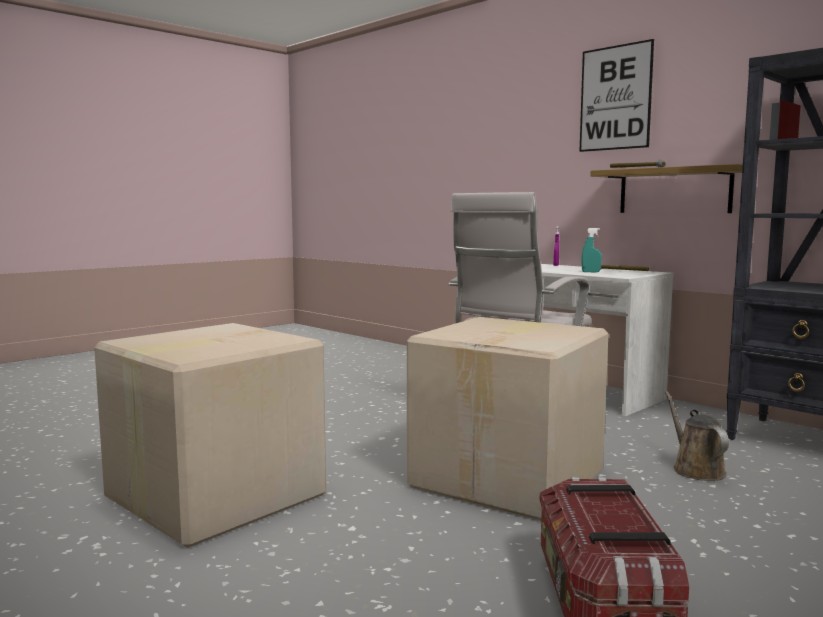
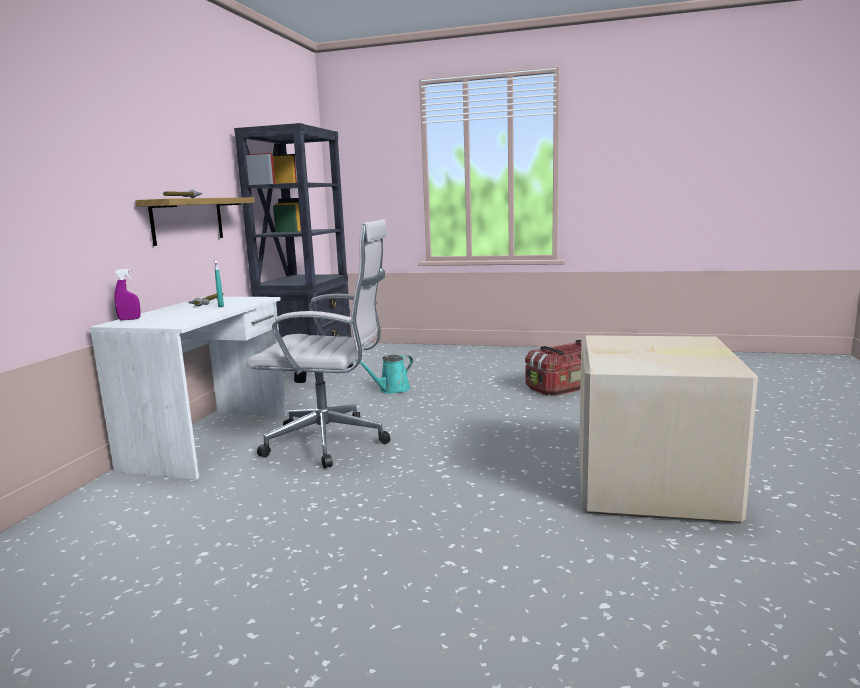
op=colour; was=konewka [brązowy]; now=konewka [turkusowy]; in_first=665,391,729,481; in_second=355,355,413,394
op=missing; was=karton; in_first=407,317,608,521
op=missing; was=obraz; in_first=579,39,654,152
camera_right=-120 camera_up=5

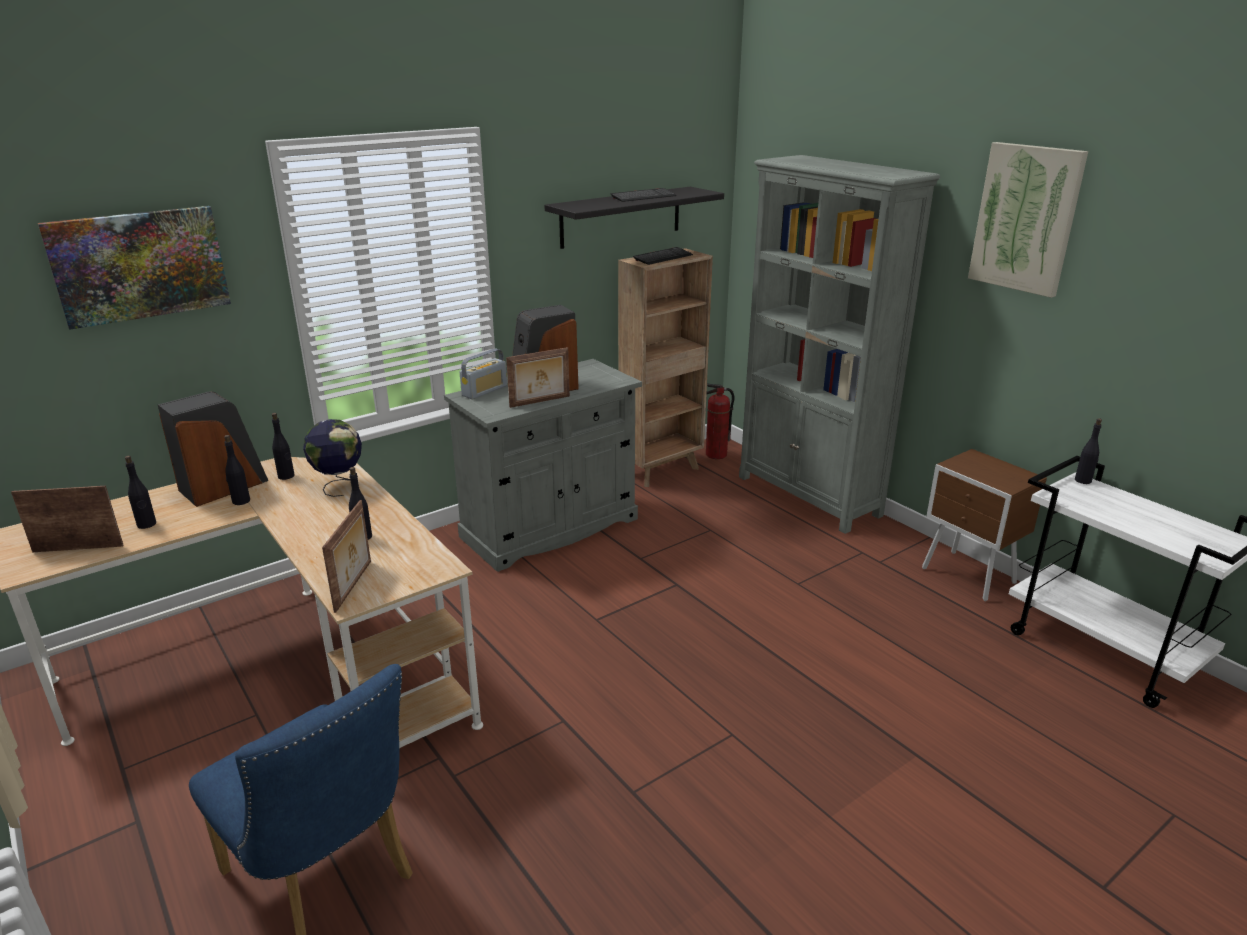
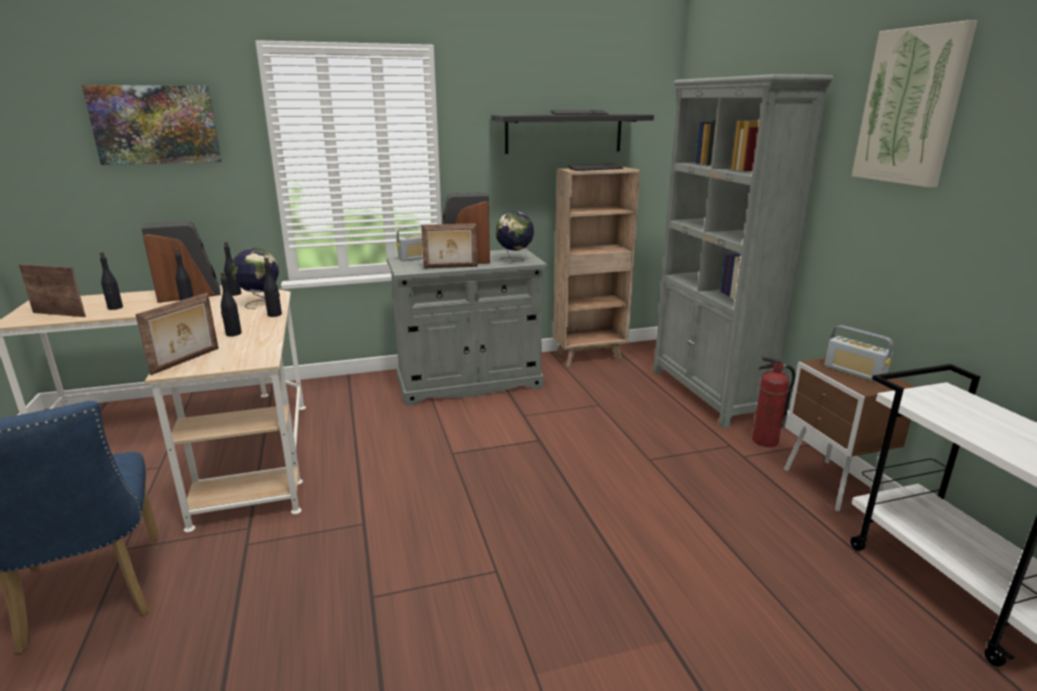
op=relocated; was=butelka [czarny]; in_first=1075,418,1102,484; in_second=264,257,282,317
op=appeared; now=globus; in_second=496,212,534,262
op=relocated; was=gaśnica; in_first=706,384,734,459; in_second=752,357,796,447
op=appeared; now=radio; in_second=825,325,893,383
camera_right=20 camera_up=-5

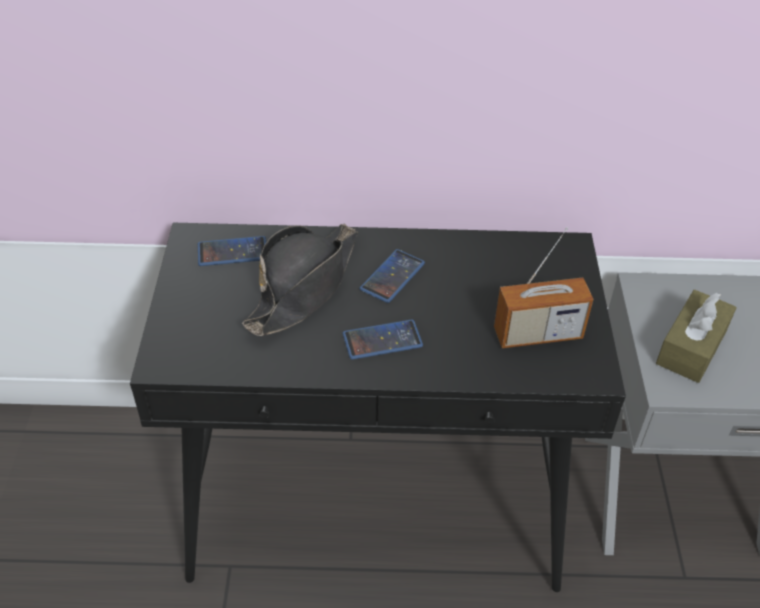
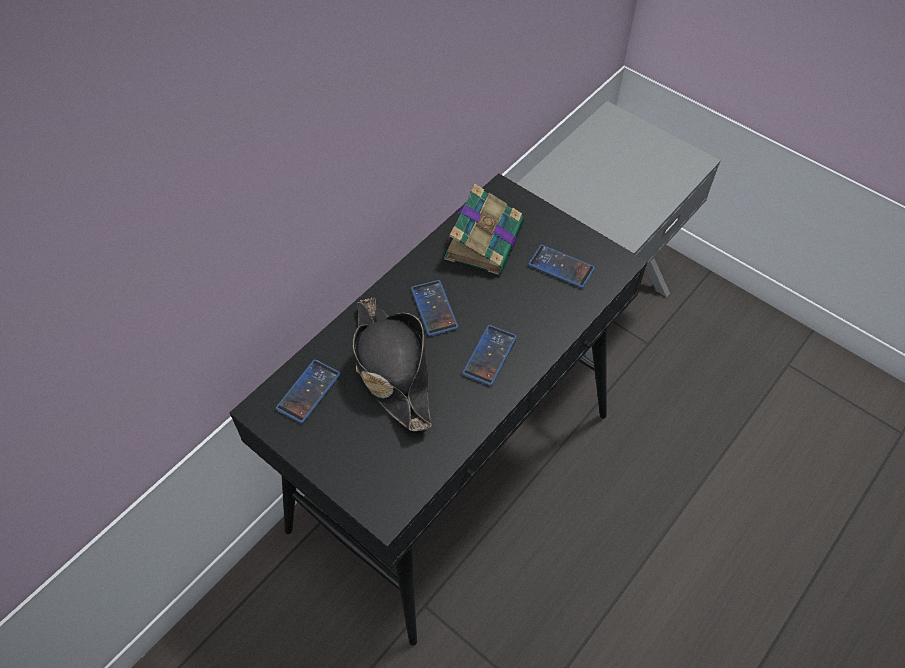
op=appeared; now=książka; in_second=444,184,524,274
op=exchanged; was=radio; now=telefon; in_first=494,227,593,348; in_second=528,245,595,288
op=missing; was=pudełko chusteczek [brązowy]; in_first=656,290,737,383
camera_right=-50 camera_up=10

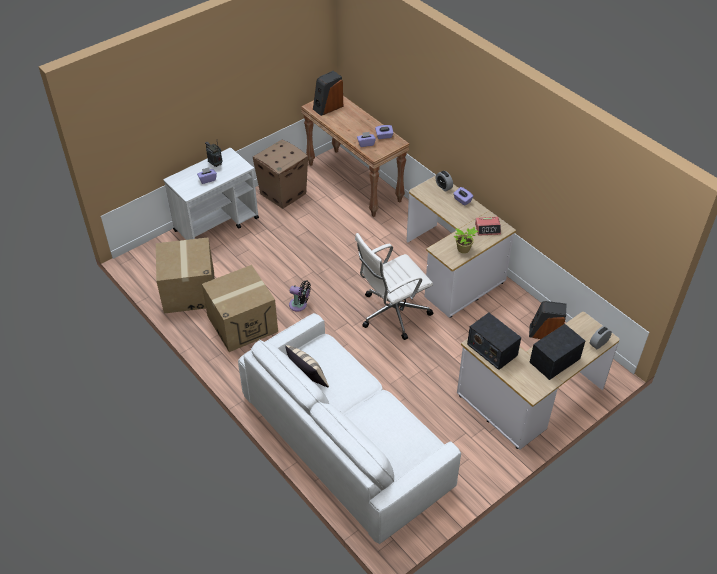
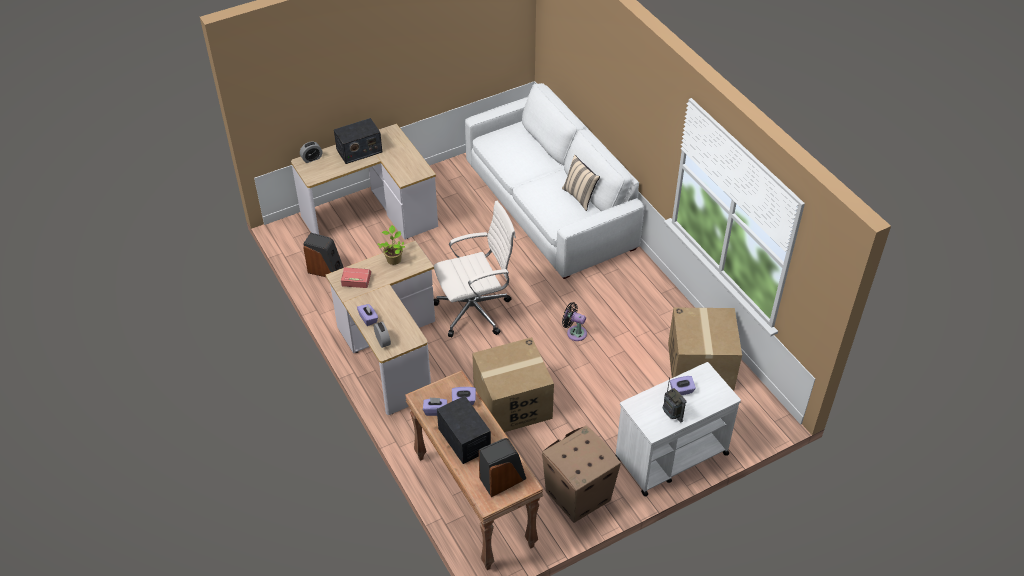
op=relocated; was=radio; in_first=467,313,521,370; in_second=437,396,491,464
op=relocated; was=karton; in_first=202,265,278,352; in_second=472,337,554,432
camera_right=-170 camera_up=0

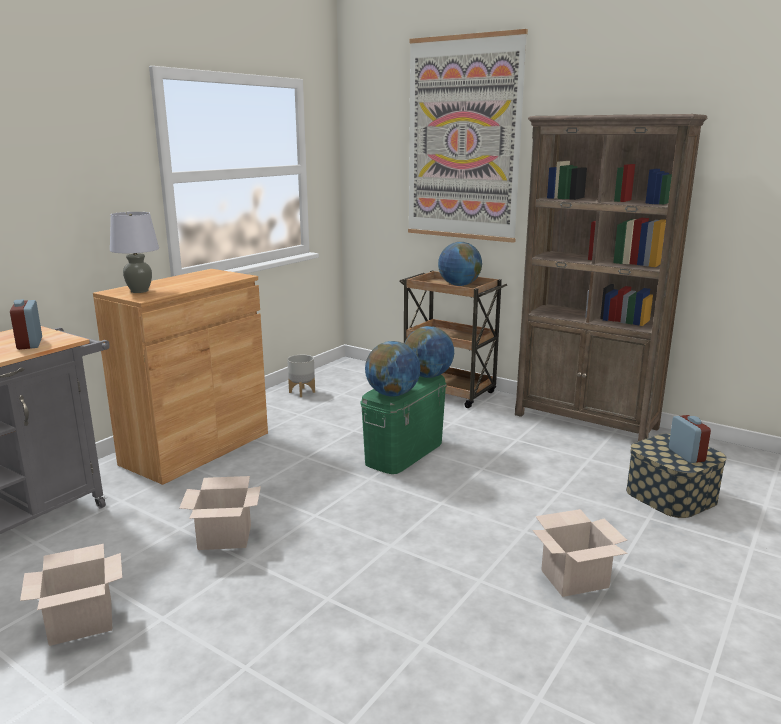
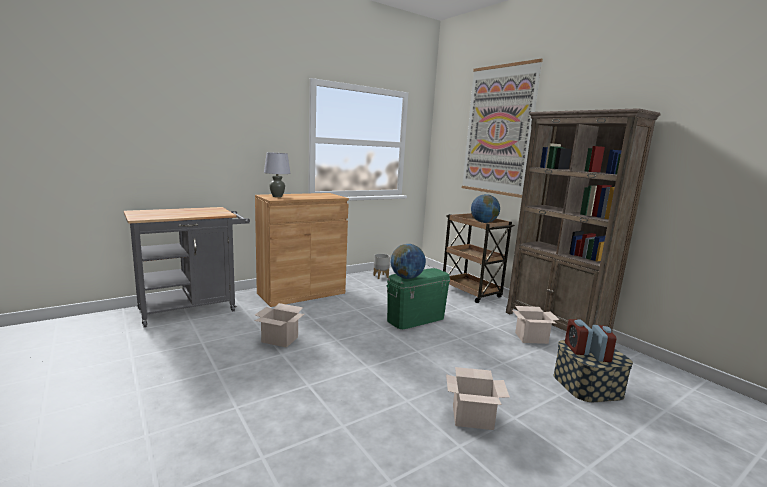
op=relocated; was=karton; in_first=20,544,122,646; in_second=512,306,559,344
op=relocated; was=budzik; in_first=10,299,42,350; in_second=565,319,593,355
op=missing; was=globus; in_first=404,326,454,378
camera_right=20 camera_up=-5

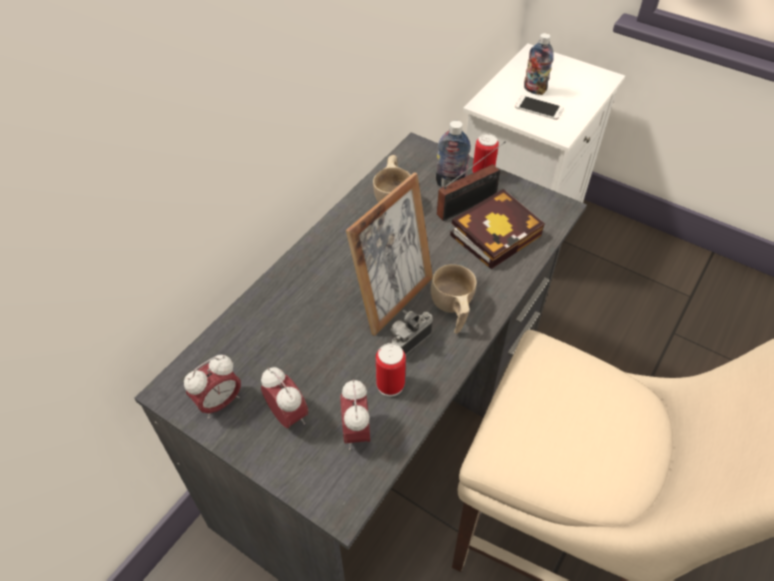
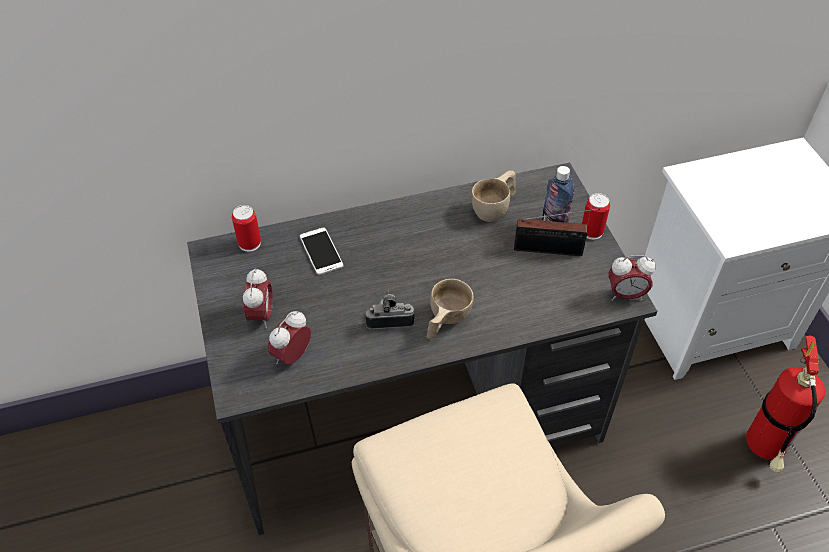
op=relocated; was=puszka; in_first=376,343,406,397; in_second=232,205,261,252
op=relocated; was=telefon; in_first=515,95,564,120; in_second=300,227,343,275
op=relocated; was=budzik; in_first=184,355,241,419; in_second=608,255,656,301
op=appeared; now=gaśnica; in_second=746,335,825,472
op=missing; was=ramka na zdjęcie; in_first=346,172,433,336
op=missing; was=książka; in_first=450,189,545,269
op=missing; was=butelka; in_first=524,33,554,95
camera_right=40 camera_up=0

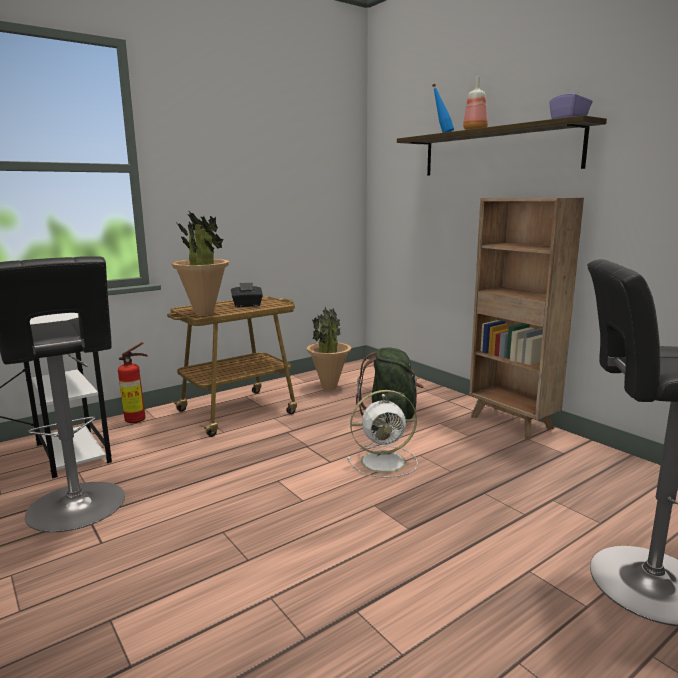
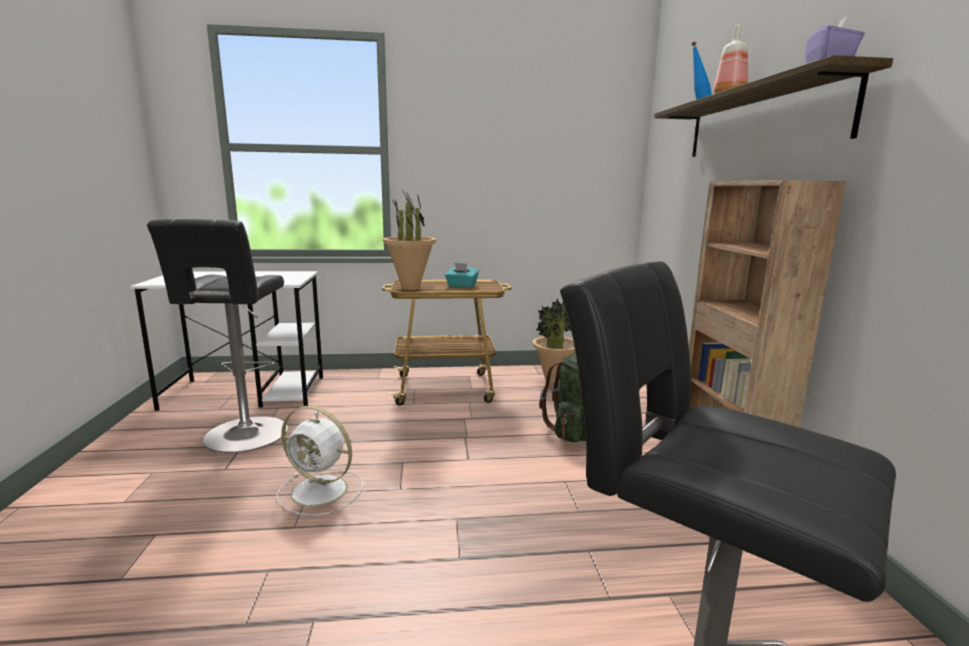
op=relocated; was=wentylator [biały]; in_first=347,390,418,478; in_second=277,406,363,516
op=colour; was=pudełko chusteczek [czarny]; now=pudełko chusteczek [turkusowy]; in_first=231,282,263,307; in_second=445,263,479,288
op=missing; was=gaśnica; in_first=118,342,148,423
camera_right=30 camera_up=0

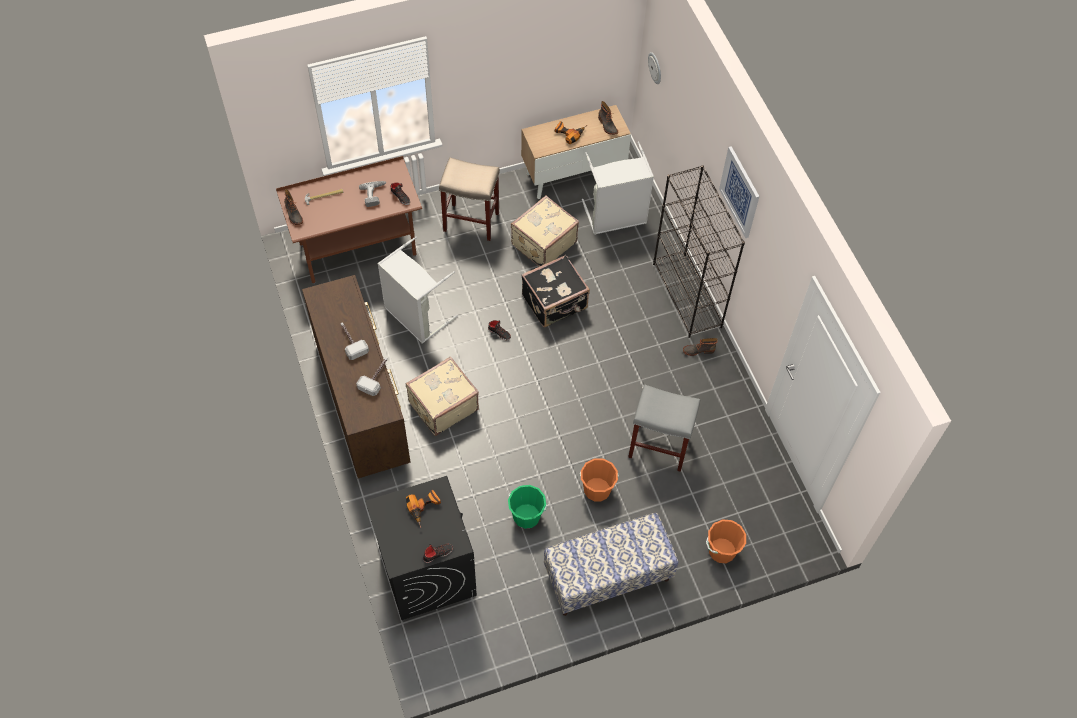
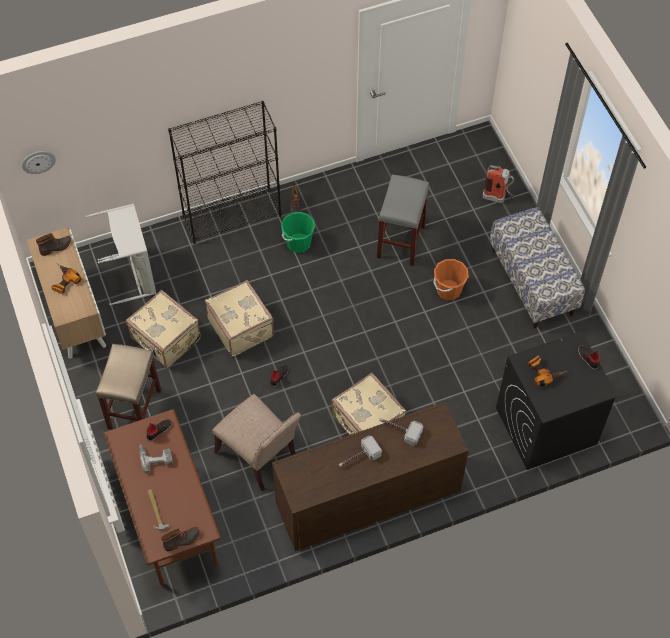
op=colour; was=walizka [czarny]; now=walizka [beżowy]; in_first=522,255,590,328; in_second=205,280,274,357
op=exchanged; was=kosz na pranie [szary]; now=krzesło [beżowy]; in_first=378,237,458,344; in_second=212,394,301,491
op=relocated; was=wiadro [zielony]; in_first=508,485,547,529; in_second=281,212,315,253
op=exchanged; was=wiadro [pomarańczowy]; now=gaśnica; in_first=706,519,746,563; in_second=482,165,514,203
op=missing; was=obraz; in_first=719,146,760,238
camera_right=-90 camera_up=0

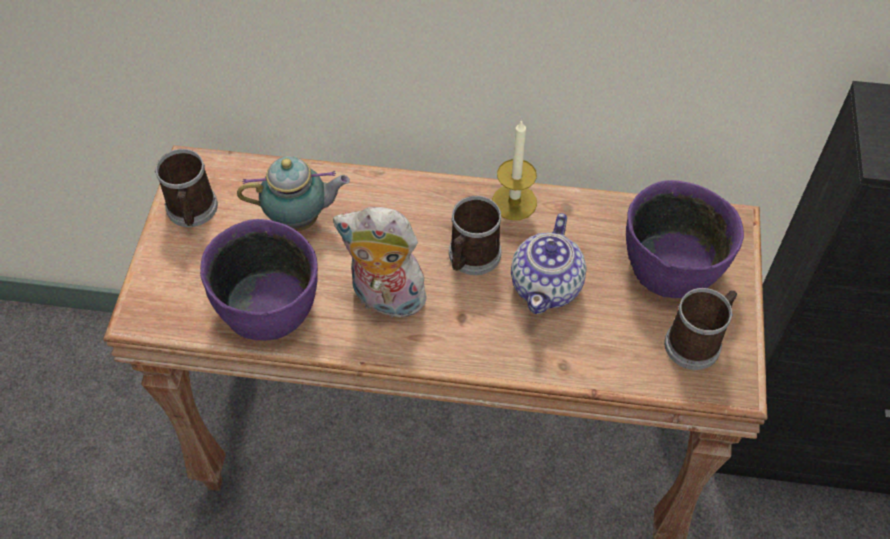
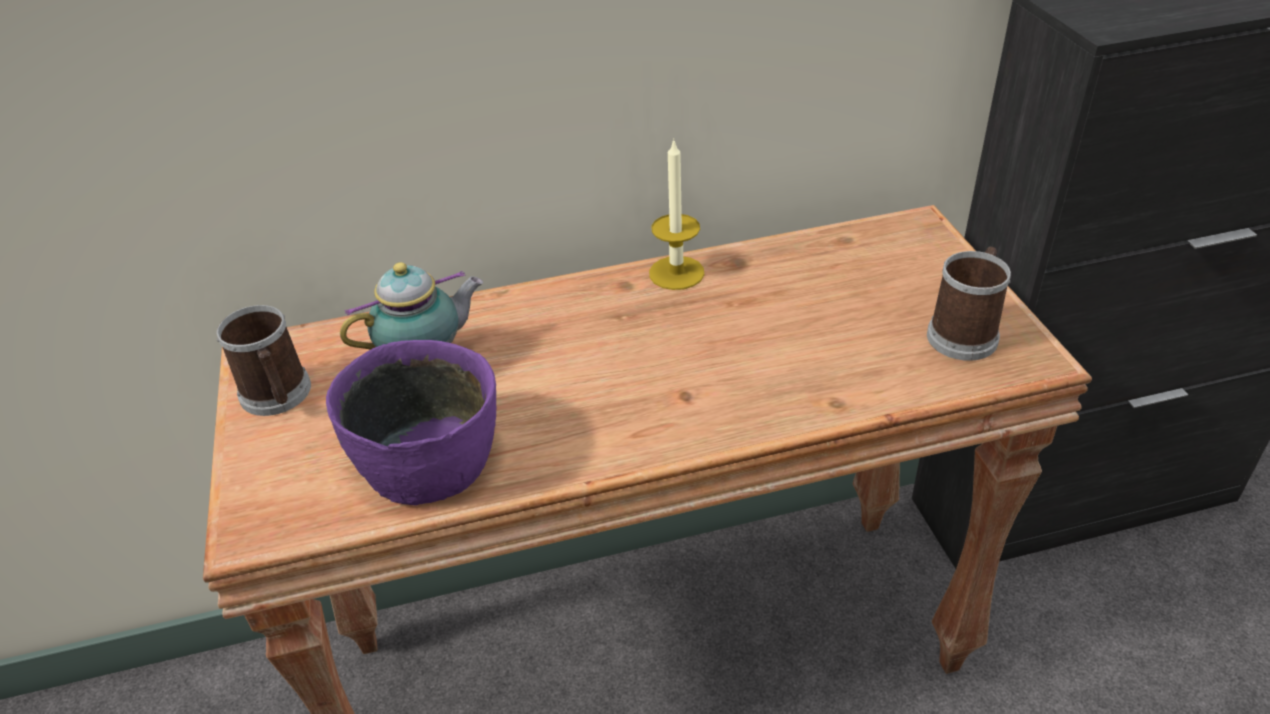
op=missing; was=pluszak; in_first=333,207,434,318
op=missing; was=kubek; in_first=449,196,502,275
op=missing; was=imbryk; in_first=511,213,587,314
op=missing; was=miska [fioletowy]; in_first=626,180,744,298
camera_right=-20 camera_up=-15

